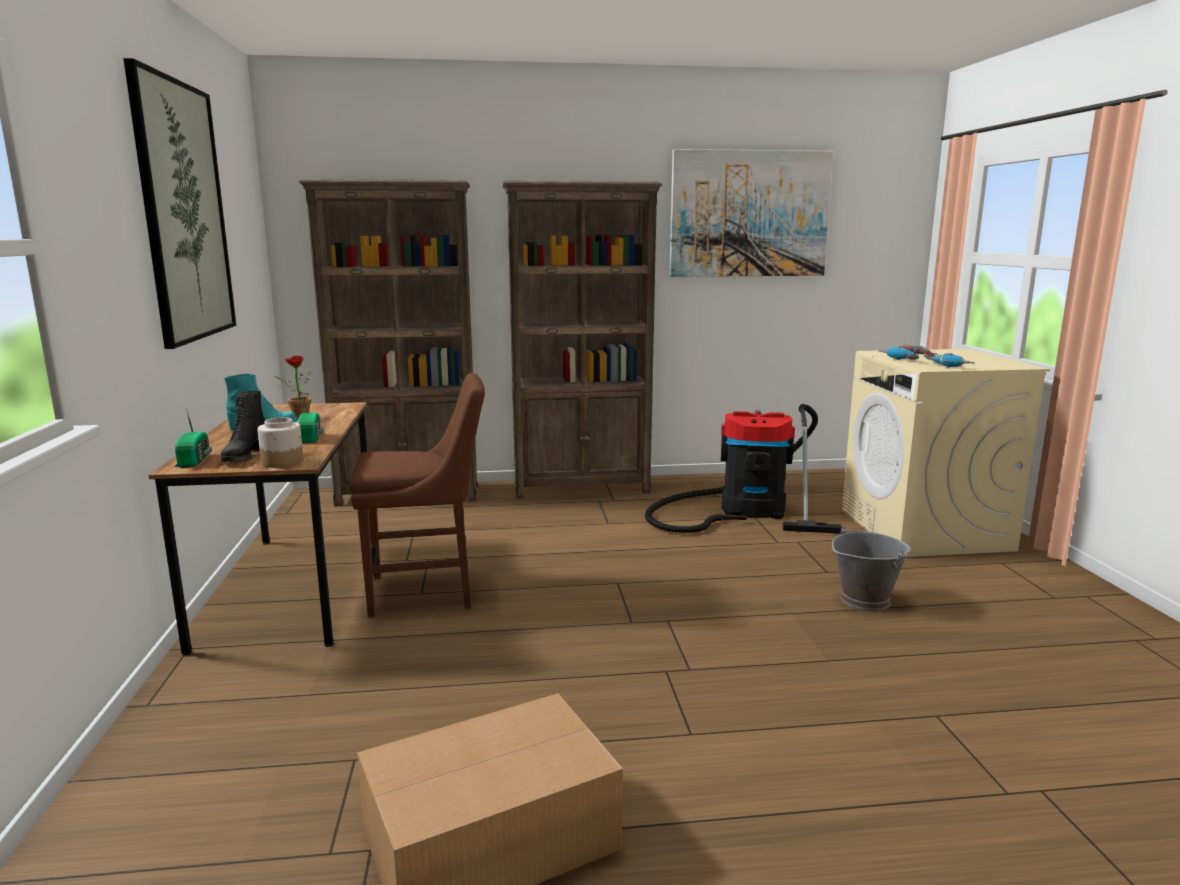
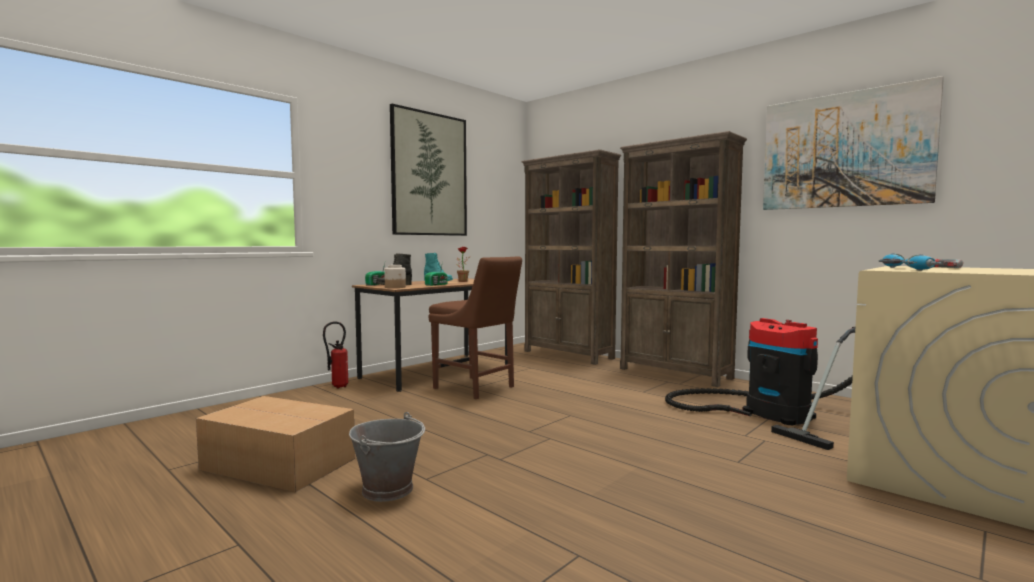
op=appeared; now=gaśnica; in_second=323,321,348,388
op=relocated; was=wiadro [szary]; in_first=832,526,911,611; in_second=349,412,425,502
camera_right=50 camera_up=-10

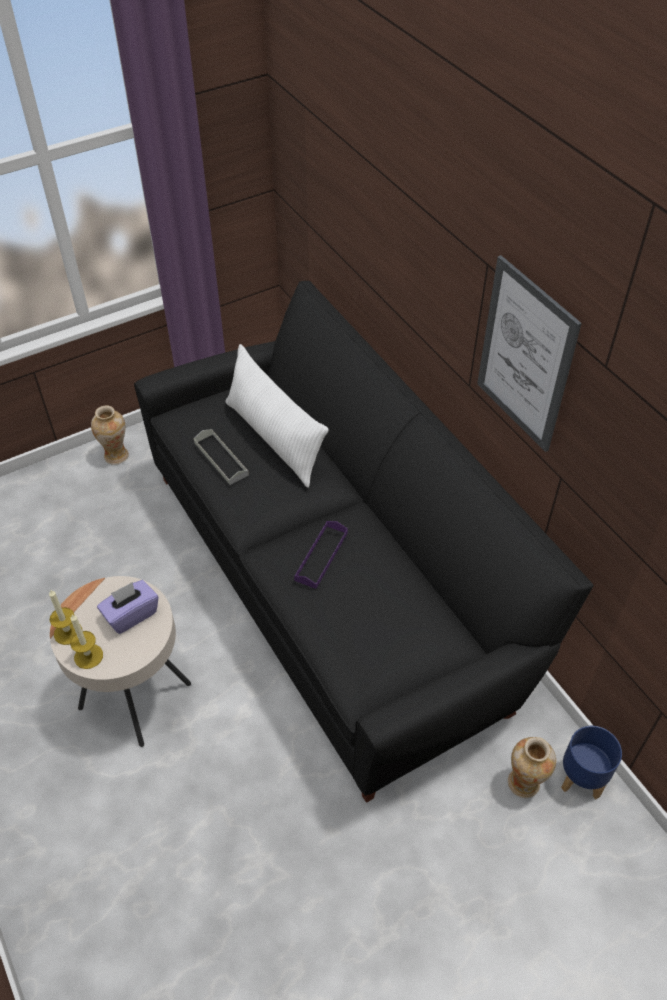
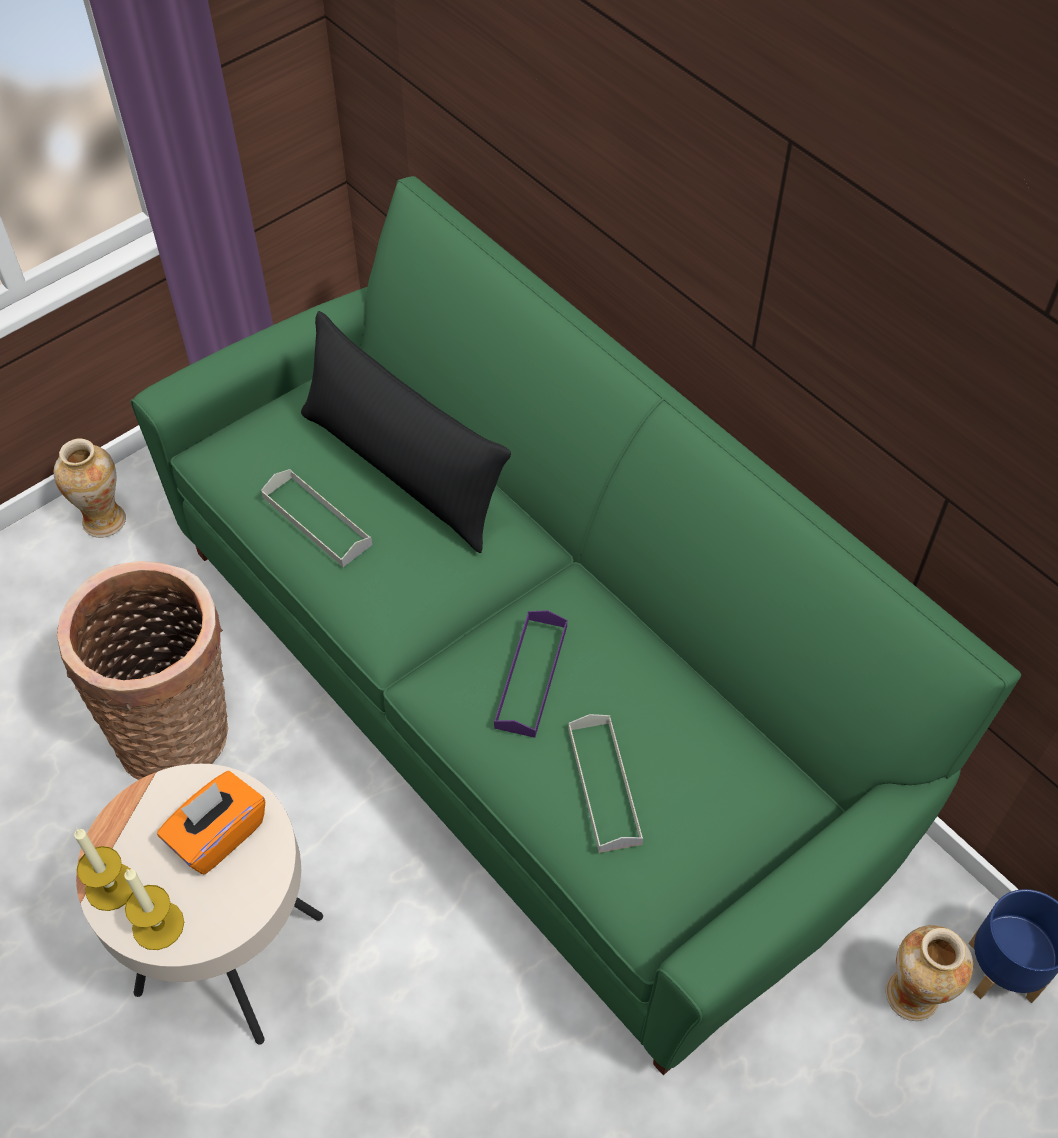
op=appeared; now=koszyk; in_second=57,561,228,780
op=colour; was=kanapa [czarny]; now=kanapa [zielony]; in_first=134,281,593,803; in_second=131,176,1021,1075
op=colour; was=pudełko chusteczek [fioletowy]; now=pudełko chusteczek [pomarańczowy]; in_first=97,580,158,634; in_second=157,771,265,875
op=colour; was=poduszka [biały]; now=poduszka [czarny]; in_first=226,344,329,488; in_second=301,311,511,553
op=appeared; now=taca [szary]; in_second=568,714,643,853
op=missing; was=obraz; in_first=477,255,582,452
camera_right=-10 camera_up=5

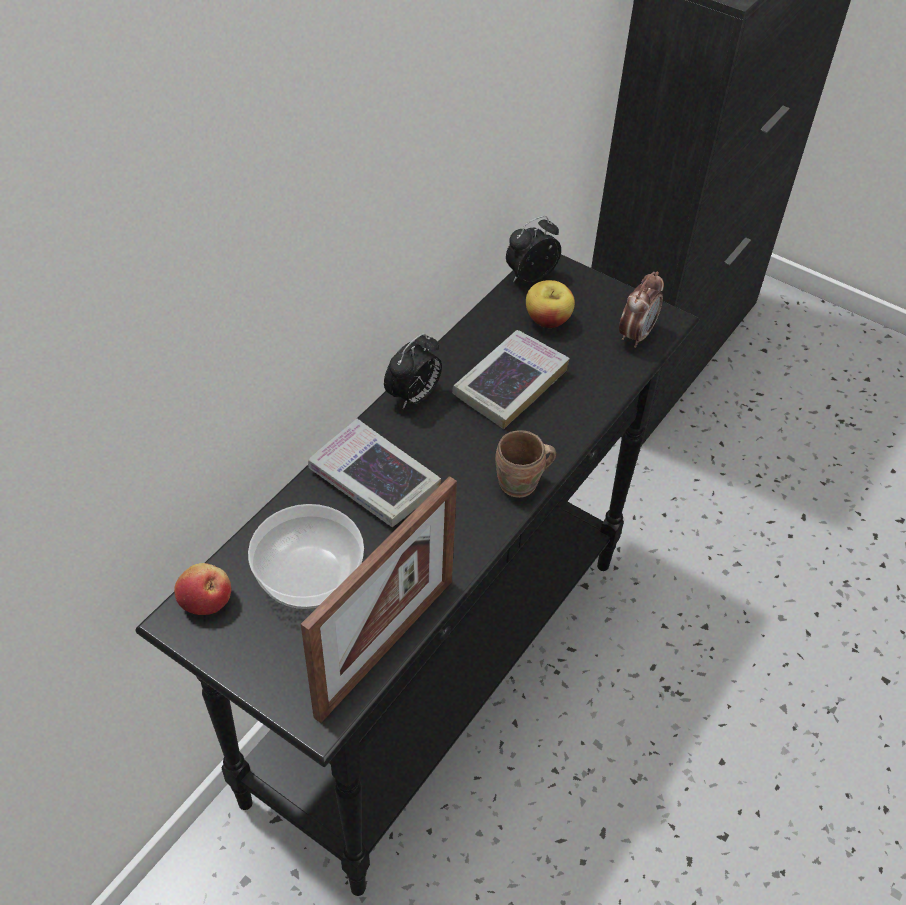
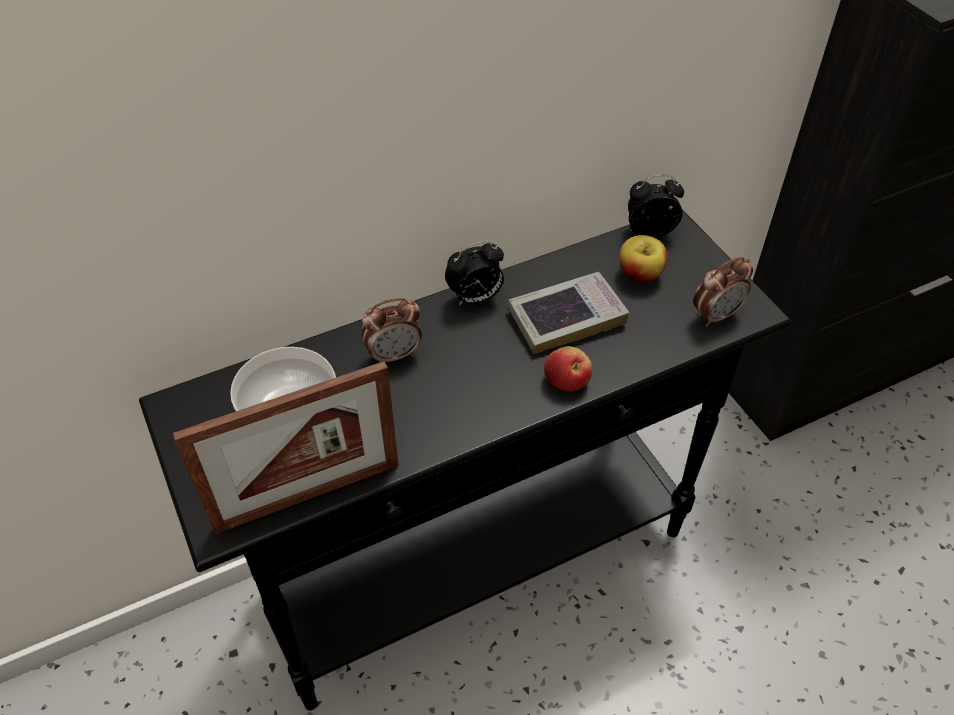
op=exchanged; was=książka; now=budzik; in_first=308,419,441,527; in_second=361,298,422,363
op=relocated; was=jabłko; in_first=174,563,232,615; in_second=544,346,592,392
op=missing; was=kubek [brązowy]; in_first=495,430,556,498
camera_right=30 camera_up=0

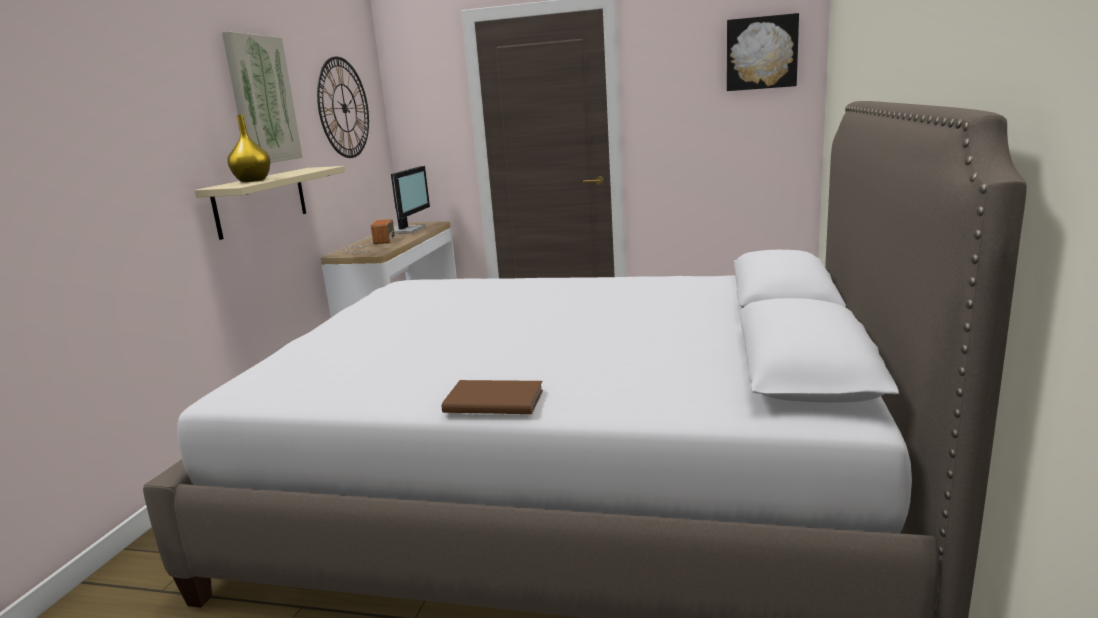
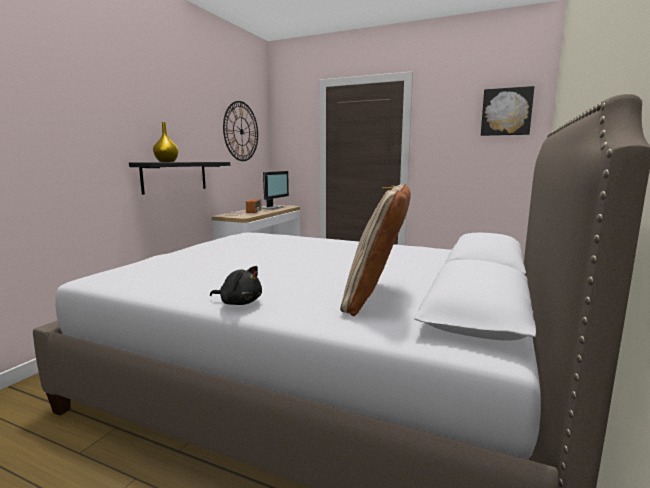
op=colour; was=półka [beżowy]; now=półka [czarny]; in_first=194,166,345,240; in_second=129,162,230,195
op=exchanged; was=książka [brązowy]; now=pluszak [czarny]; in_first=442,380,543,414; in_second=210,266,262,305
op=appeared; now=poduszka [beżowy]; in_second=340,184,411,316
op=missing; was=obraz; in_first=222,31,303,163
camera_right=10 camera_up=-5

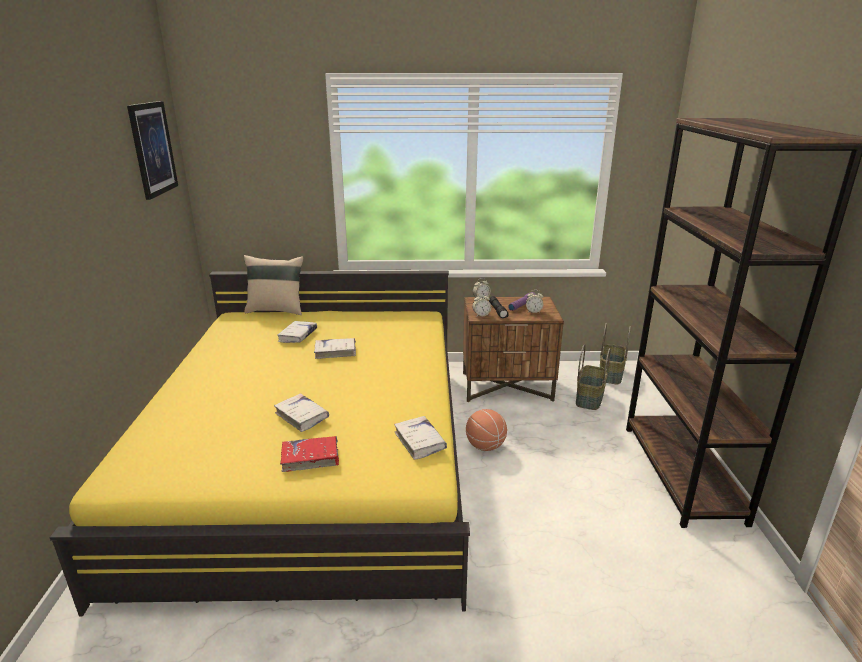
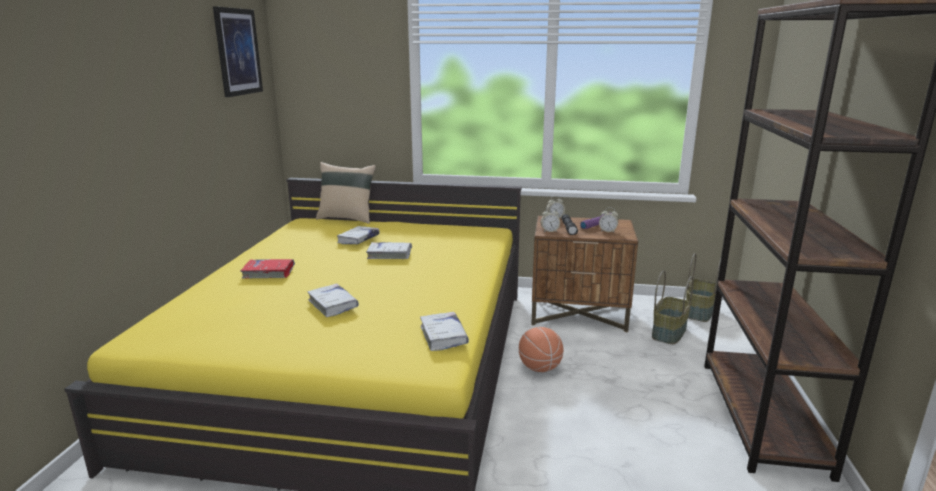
op=relocated; was=książka [czerwony]; in_first=280,436,339,472; in_second=240,259,295,279
camera_right=10 camera_up=-5

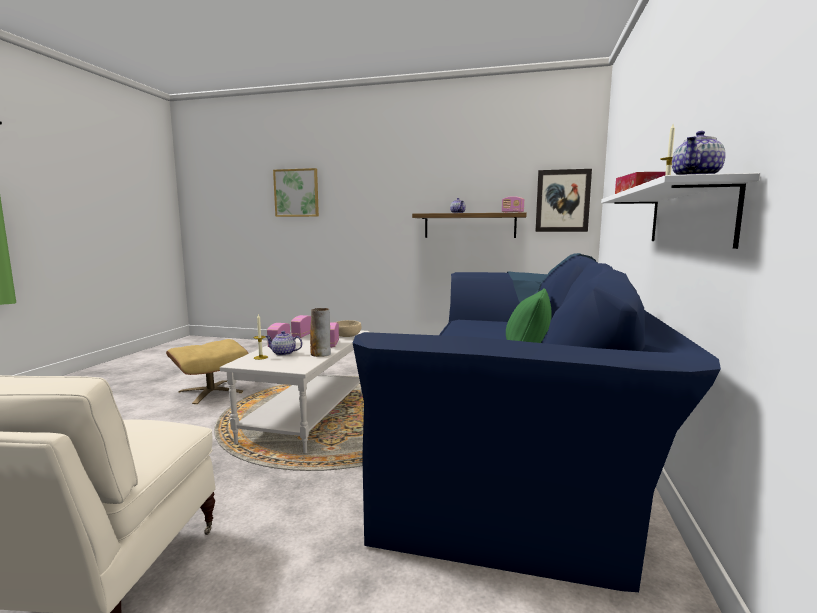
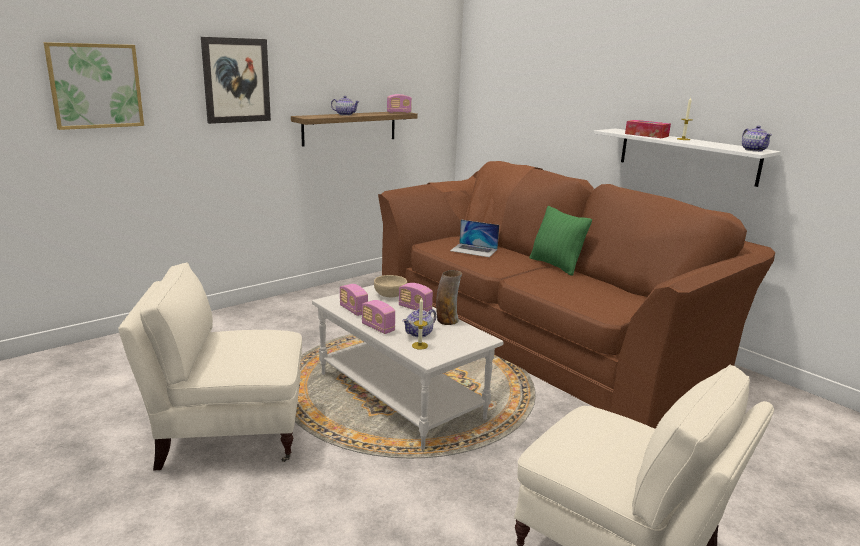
op=exchanged; was=pufa [beżowy]; now=fotel [beżowy]; in_first=166,339,249,404; in_second=118,262,302,471
op=relocated; was=obraz; in_first=535,169,592,232; in_second=201,37,271,124
op=colour; was=kanapa [niebieski]; now=kanapa [brązowy]; in_first=353,253,721,592; in_second=378,161,775,429
op=appeared; now=laptop; in_second=450,220,499,257
camera_right=-55 camera_up=10

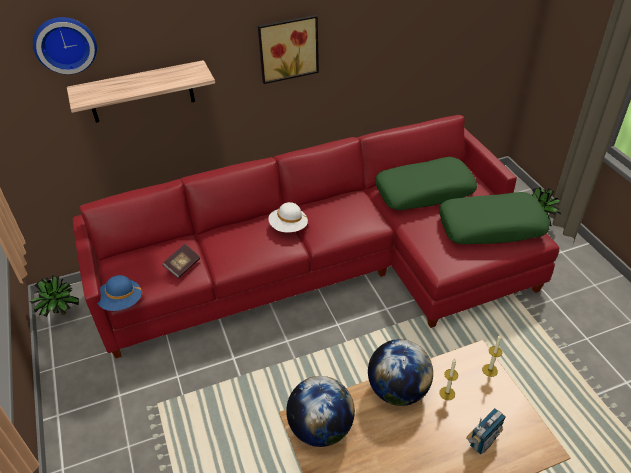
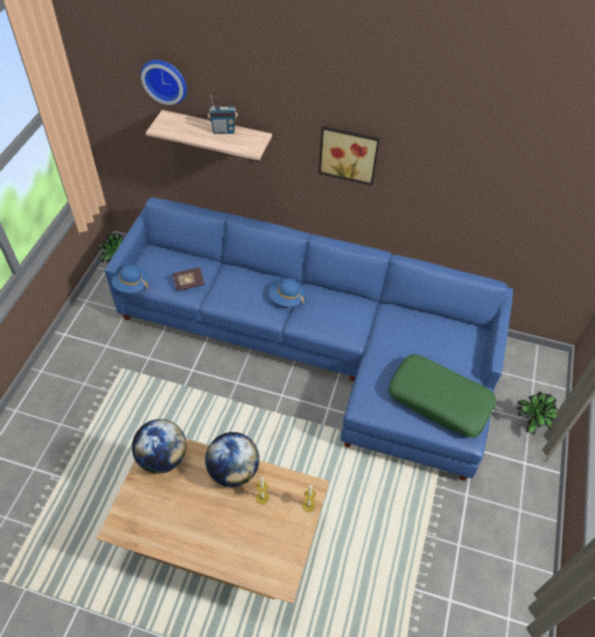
op=colour; was=kanapa [czerwony]; now=kanapa [niebieski]; in_first=73,115,560,358; in_second=105,197,513,481
op=relocated; was=radio; in_first=466,408,506,454; in_second=207,95,238,134
op=colour; was=kapelusz [biały]; now=kapelusz [niebieski]; in_first=268,202,308,232; in_second=269,278,305,307
op=missing; was=poduszka [zielony]; in_first=375,157,477,210
camera_right=35 camera_up=10

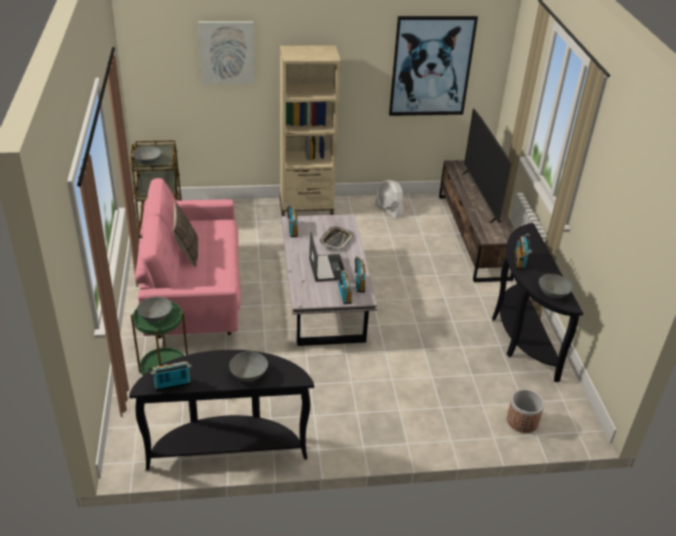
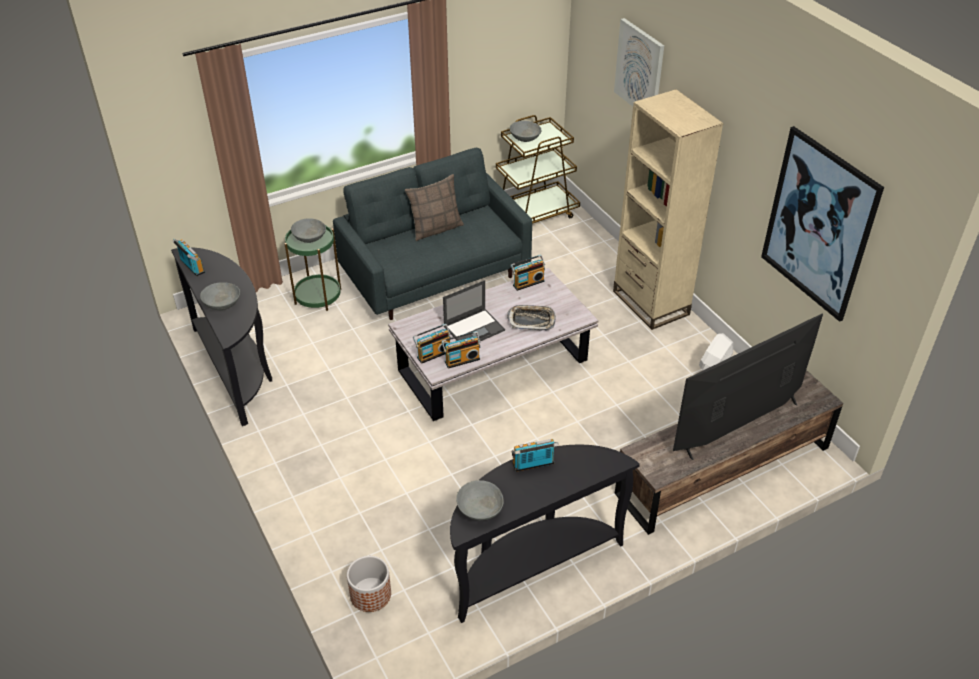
op=colour; was=kanapa [różowy]; now=kanapa [szary]; in_first=135,178,241,338; in_second=333,148,532,320
camera_right=70 camera_up=5

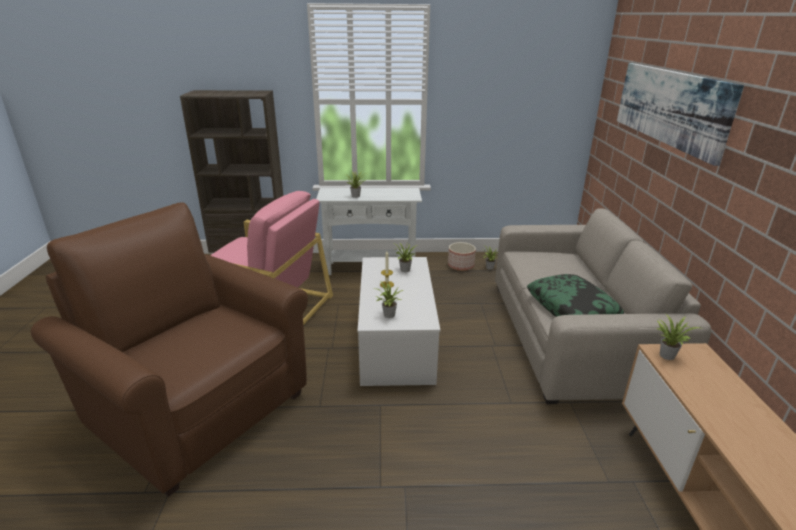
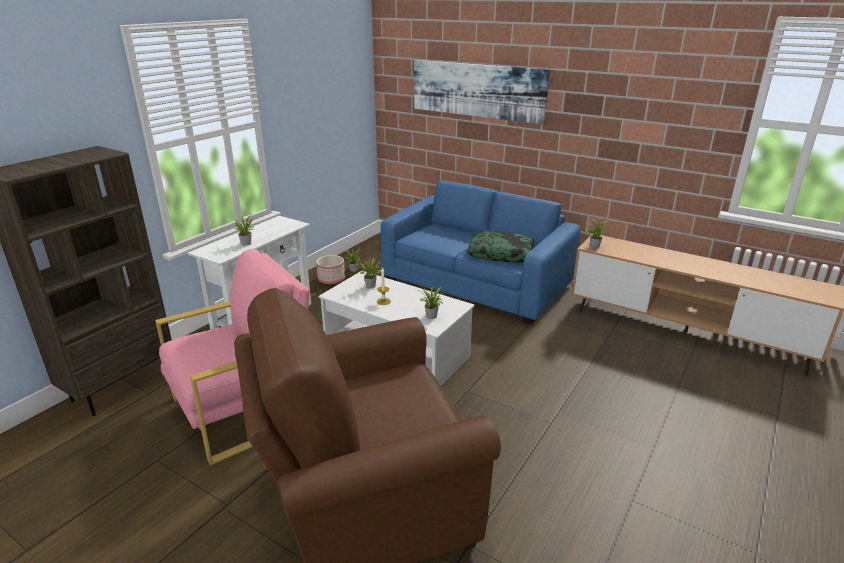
op=colour; was=kanapa [beżowy]; now=kanapa [niebieski]; in_first=495,208,711,404; in_second=380,180,581,324
camera_right=-55 camera_up=0

